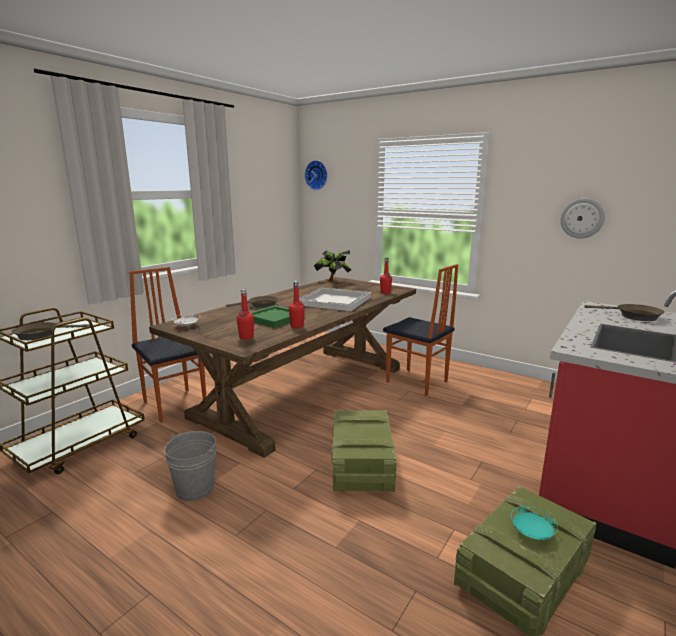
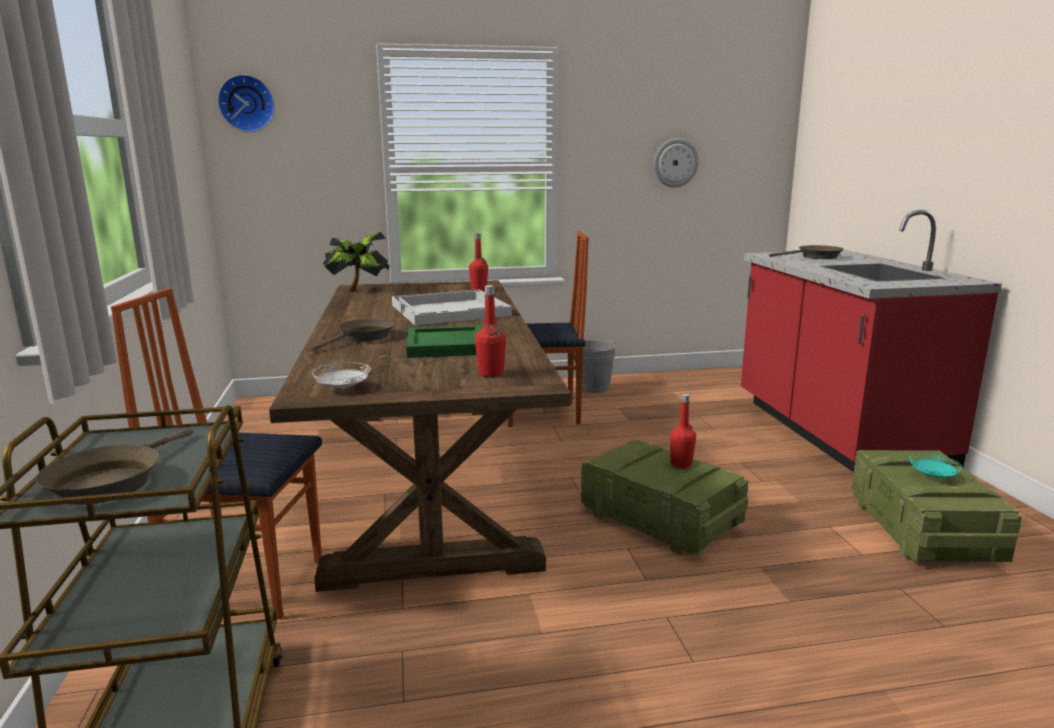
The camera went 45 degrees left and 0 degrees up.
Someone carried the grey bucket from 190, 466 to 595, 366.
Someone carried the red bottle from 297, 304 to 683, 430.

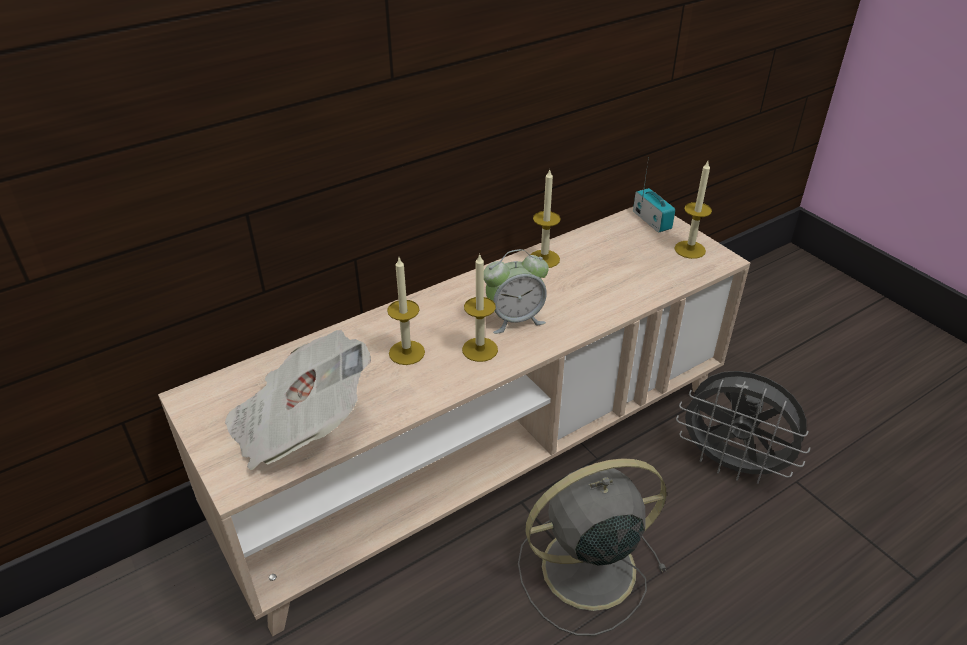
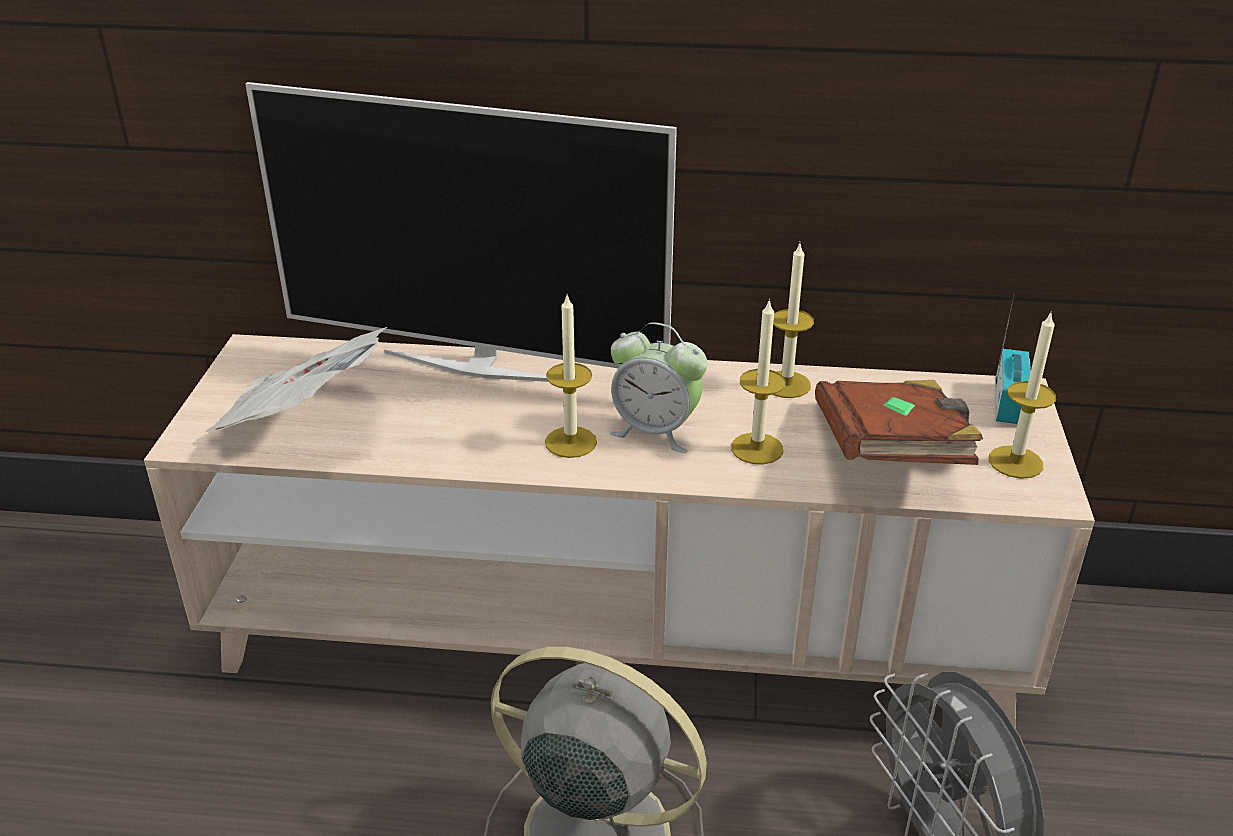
The camera went 40 degrees right and 5 degrees down.
Someone put down the television at 461, 232.
Someone put down the brown book at 899, 422.
Someone carried the candle from 406, 311 to 758, 382.

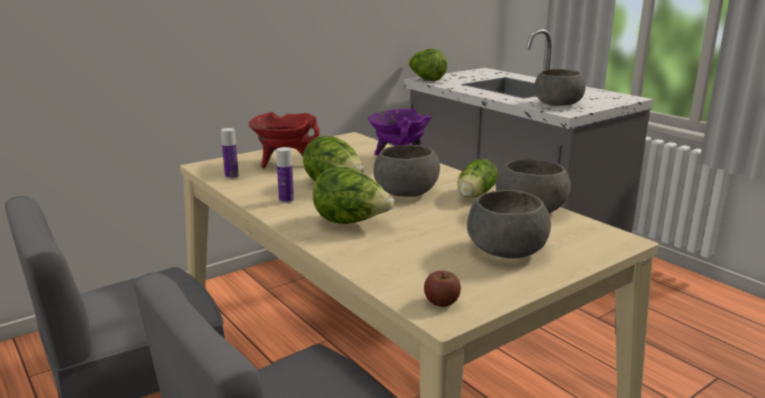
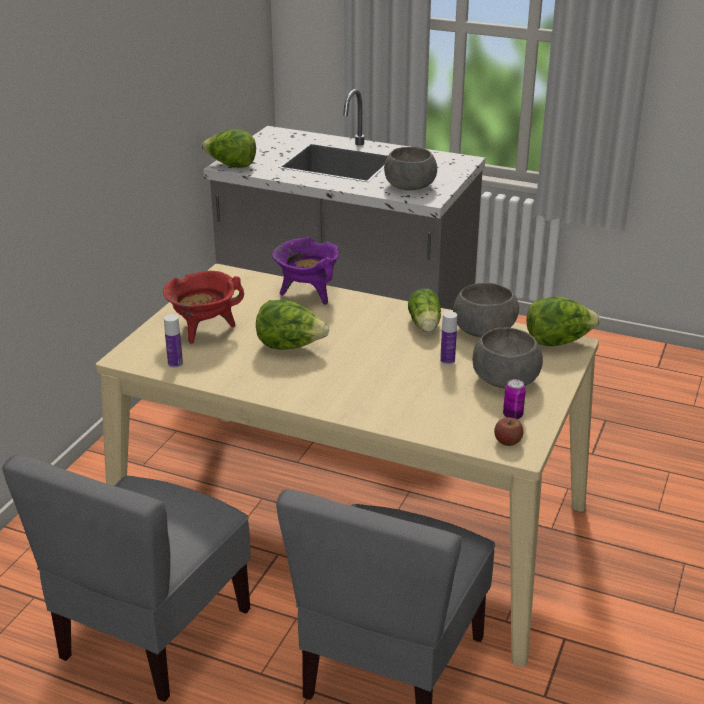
The camera went 30 degrees left and 10 degrees up.
Someone took away the grey bowl at 407, 171.
Someone put down the can at 514, 399.
Someone carried the bottle from 285, 175 to 448, 338.
Someone carried the lettuce from 353, 195 to 563, 321.

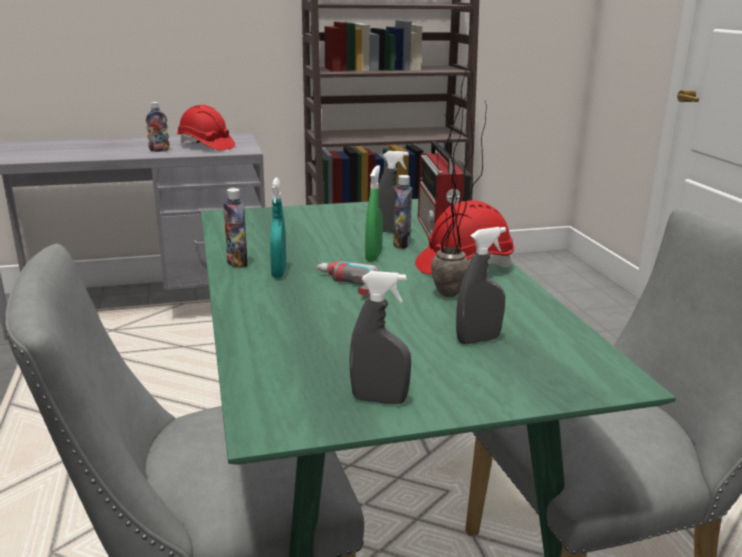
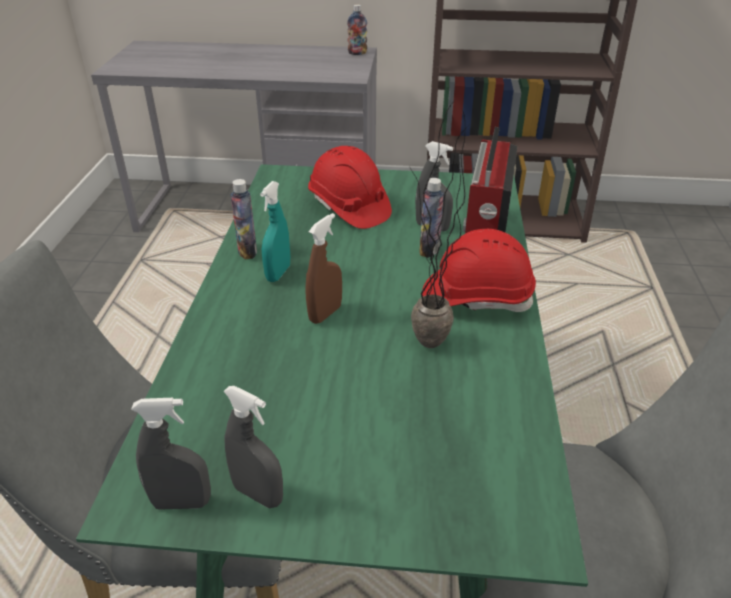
The camera went 20 degrees right and 15 degrees up.
Someone took away the green spray bottle at 374, 213.
Someone carried the bottle from 158, 127 to 357, 29.
Someone carried the red hard hat from 206, 127 to 350, 187.
Someone carried the grey spray bottle from 481, 285 to 171, 454.
Someone swapped the power drill at 347, 280 for the brown spray bottle at 323, 268.

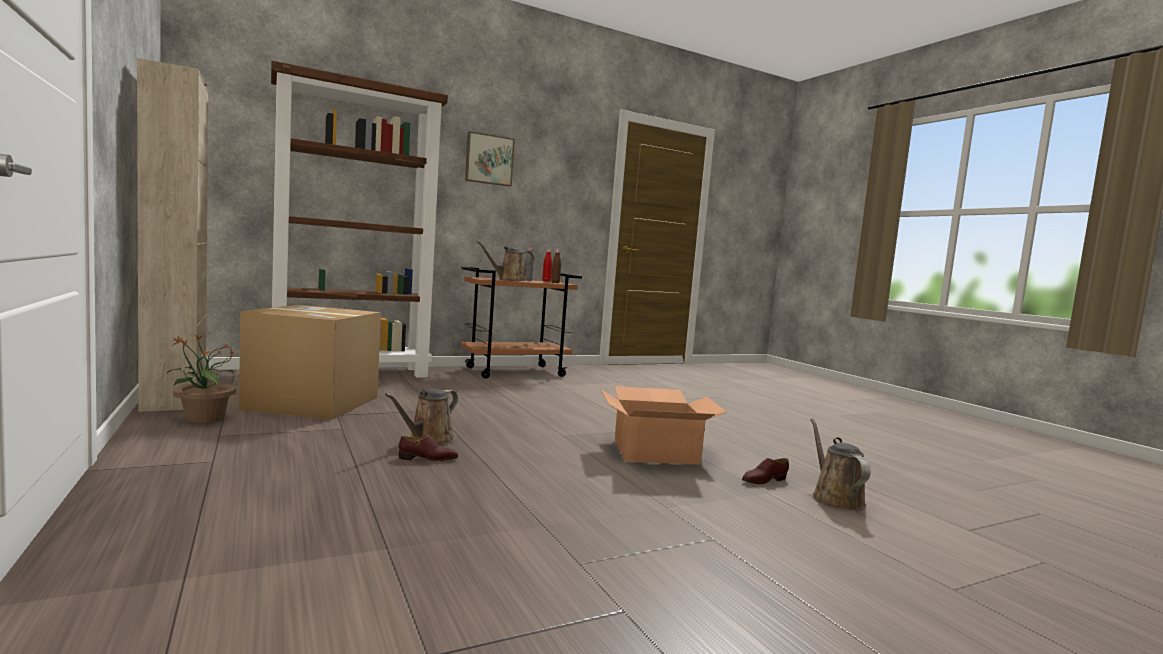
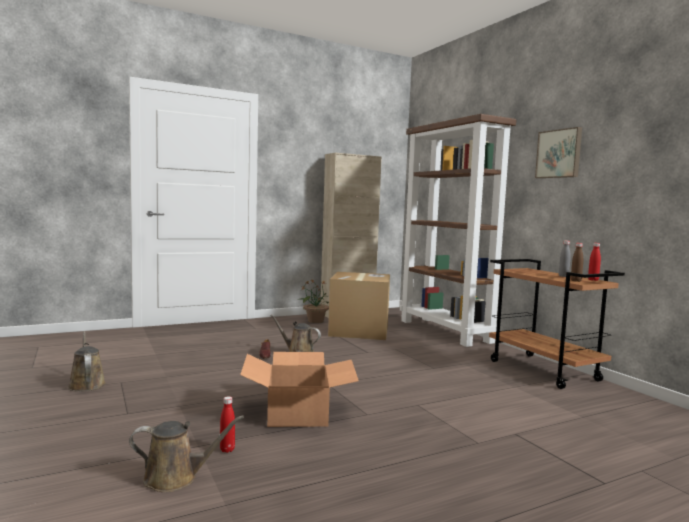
The camera went 90 degrees right and 0 degrees up.
Someone carried the brown watering can from 505, 261 to 86, 361.
Someone swapped the brown shoe at 765, 471 for the red bottle at 227, 424.

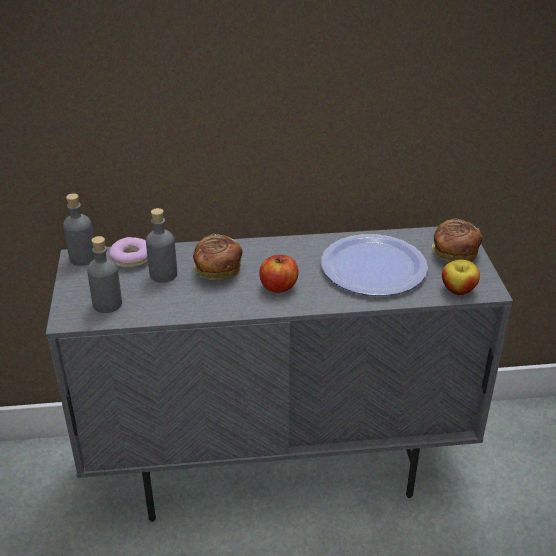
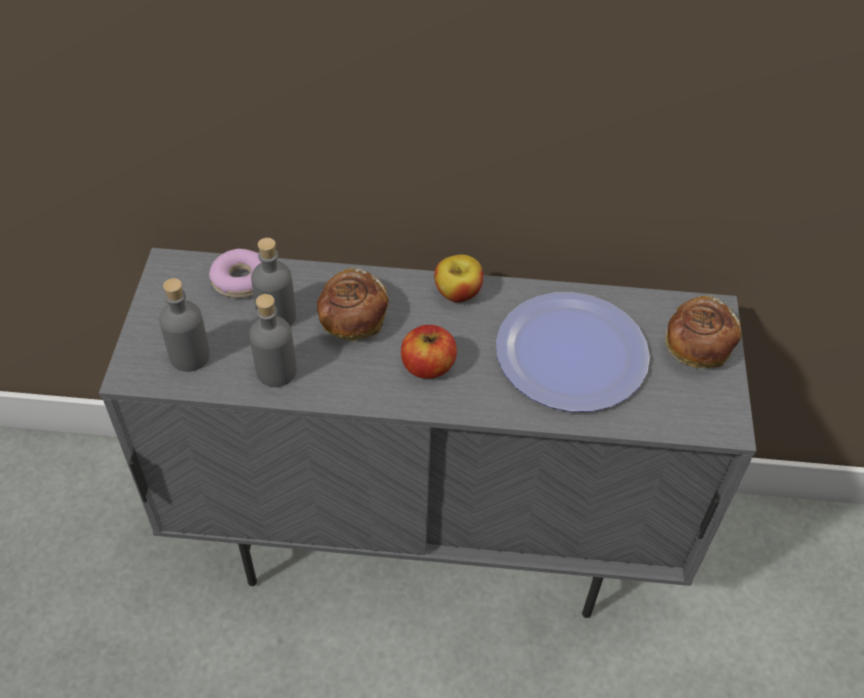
The camera went 10 degrees right and 15 degrees up.
Someone carried the grey bottle from 79, 229 to 273, 340.
Someone carried the apple from 461, 277 to 458, 278.

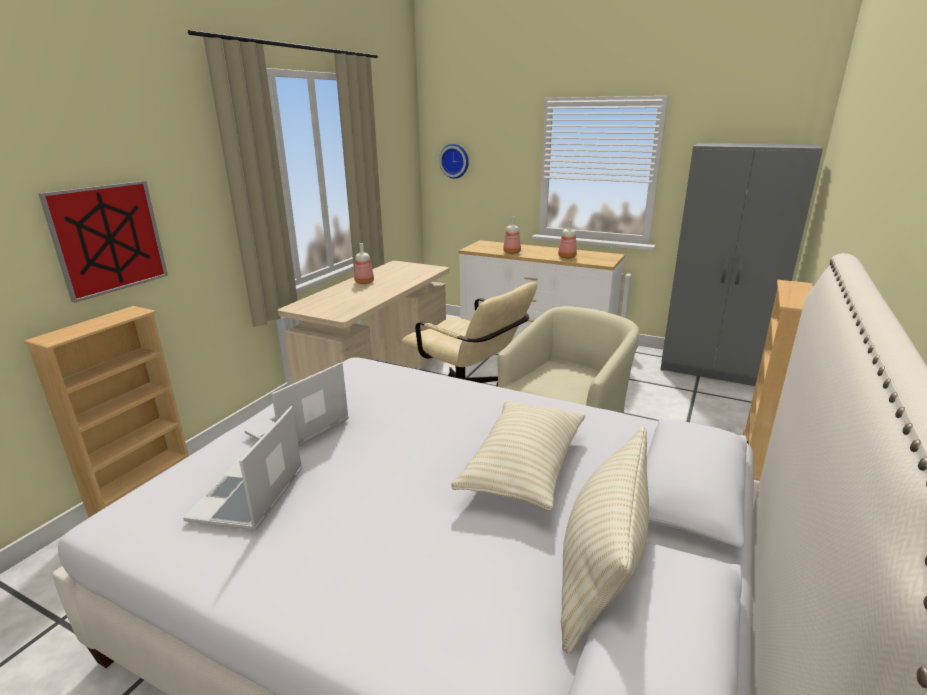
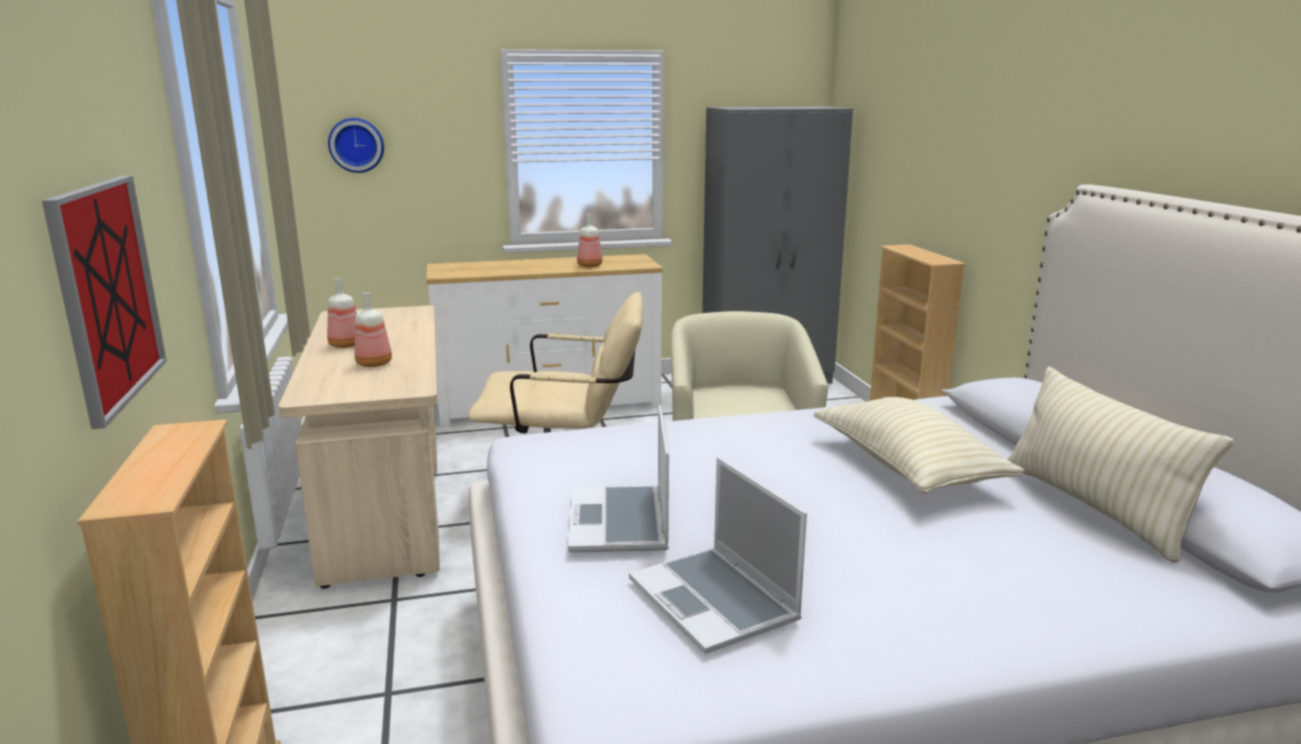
The camera went 40 degrees left and 5 degrees down.
Someone carried the bottle from 512, 235 to 373, 329.

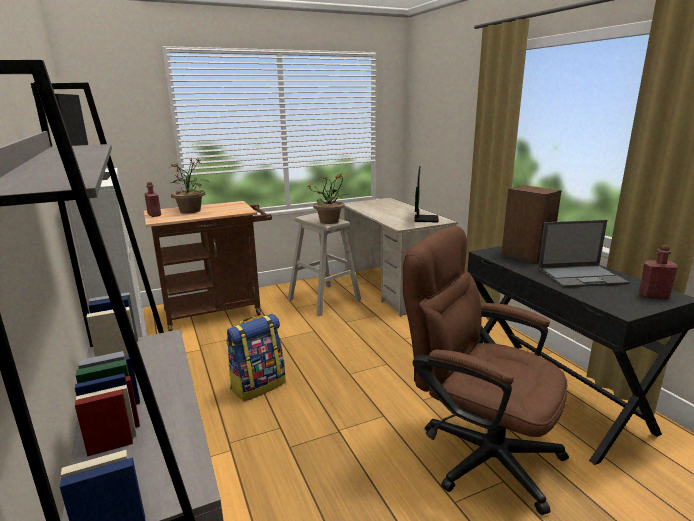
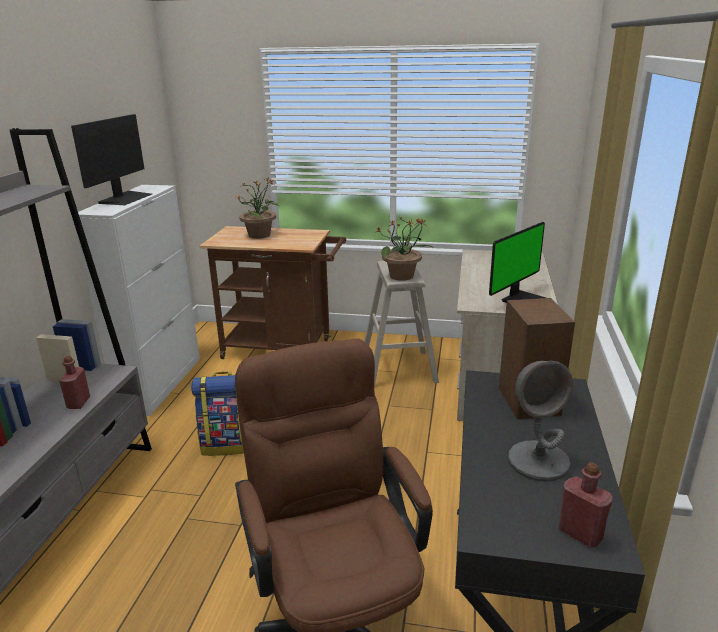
The camera went 35 degrees right and 5 degrees up.
Someone carried the red bottle from 152, 199 to 74, 382.
Someone swapped the laptop at 583, 254 for the grey table lamp at 540, 421.

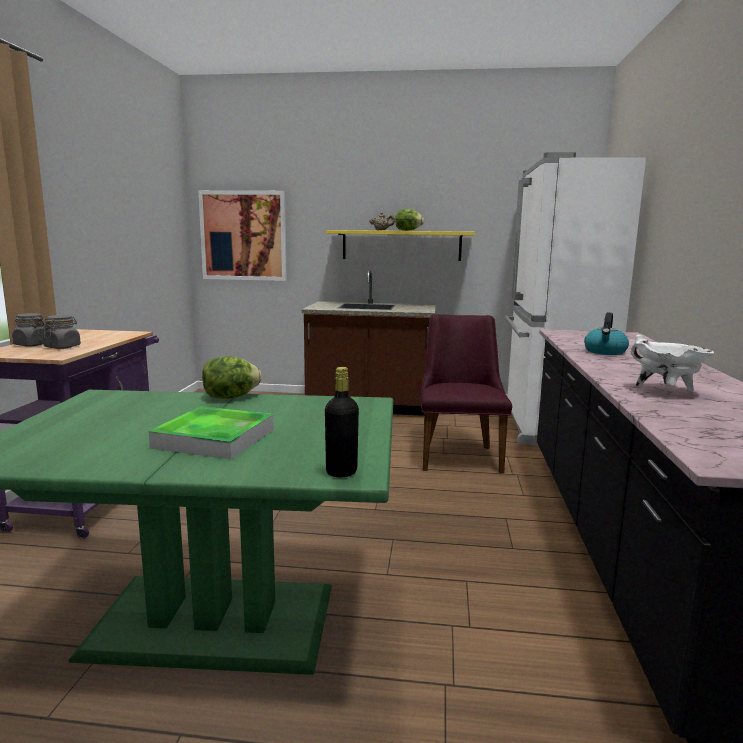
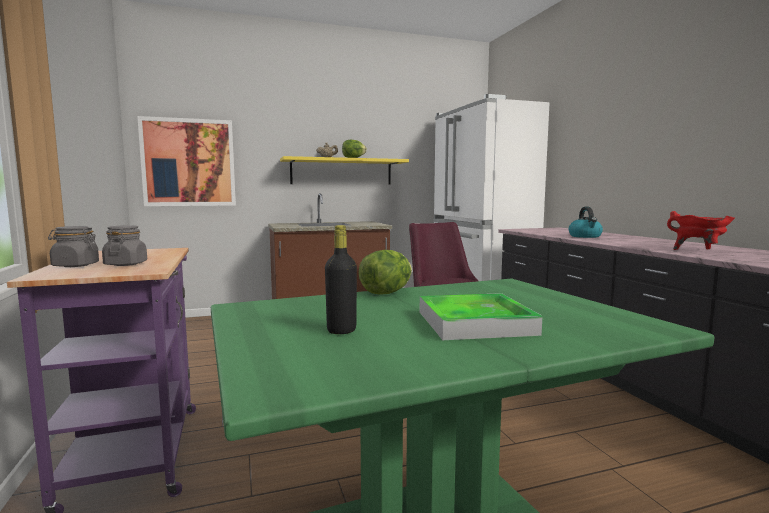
The camera went 25 degrees left and 5 degrees down.
Someone carried the black bottle from 342, 422 to 341, 279.
Someone repainted the white cooking pot at 672, 363, which became the red cooking pot at 701, 230.

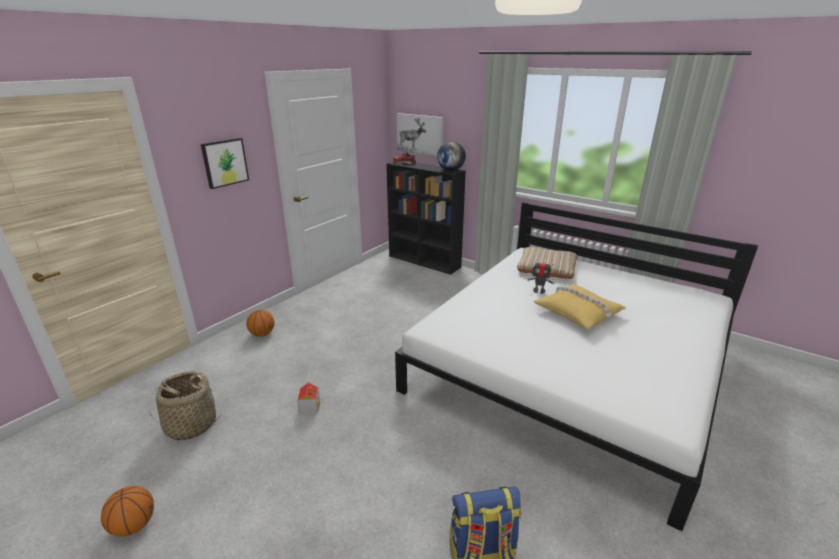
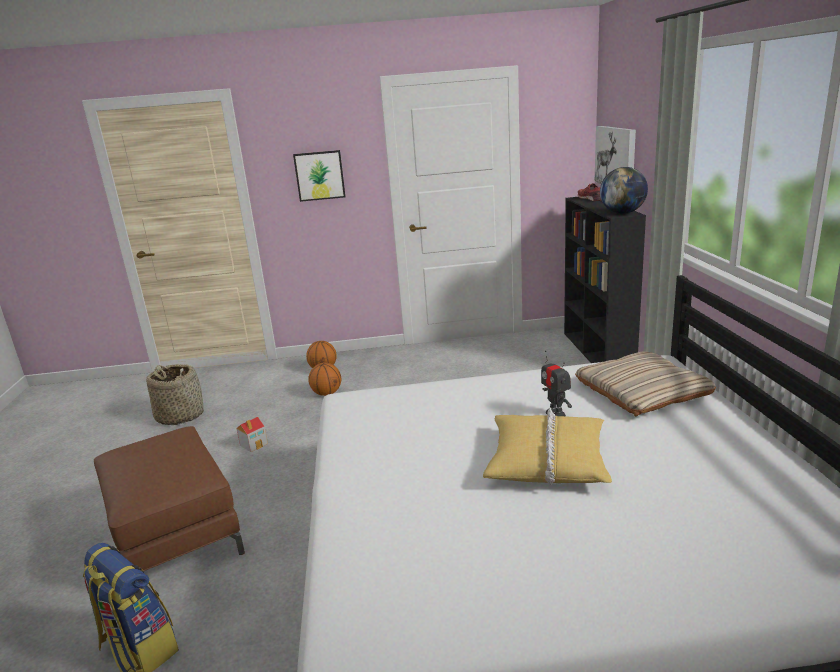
The camera went 50 degrees right and 5 degrees down.
Someone put down the brown ottoman at 169, 498.
Someone carried the basketball from 127, 511 to 324, 379.

